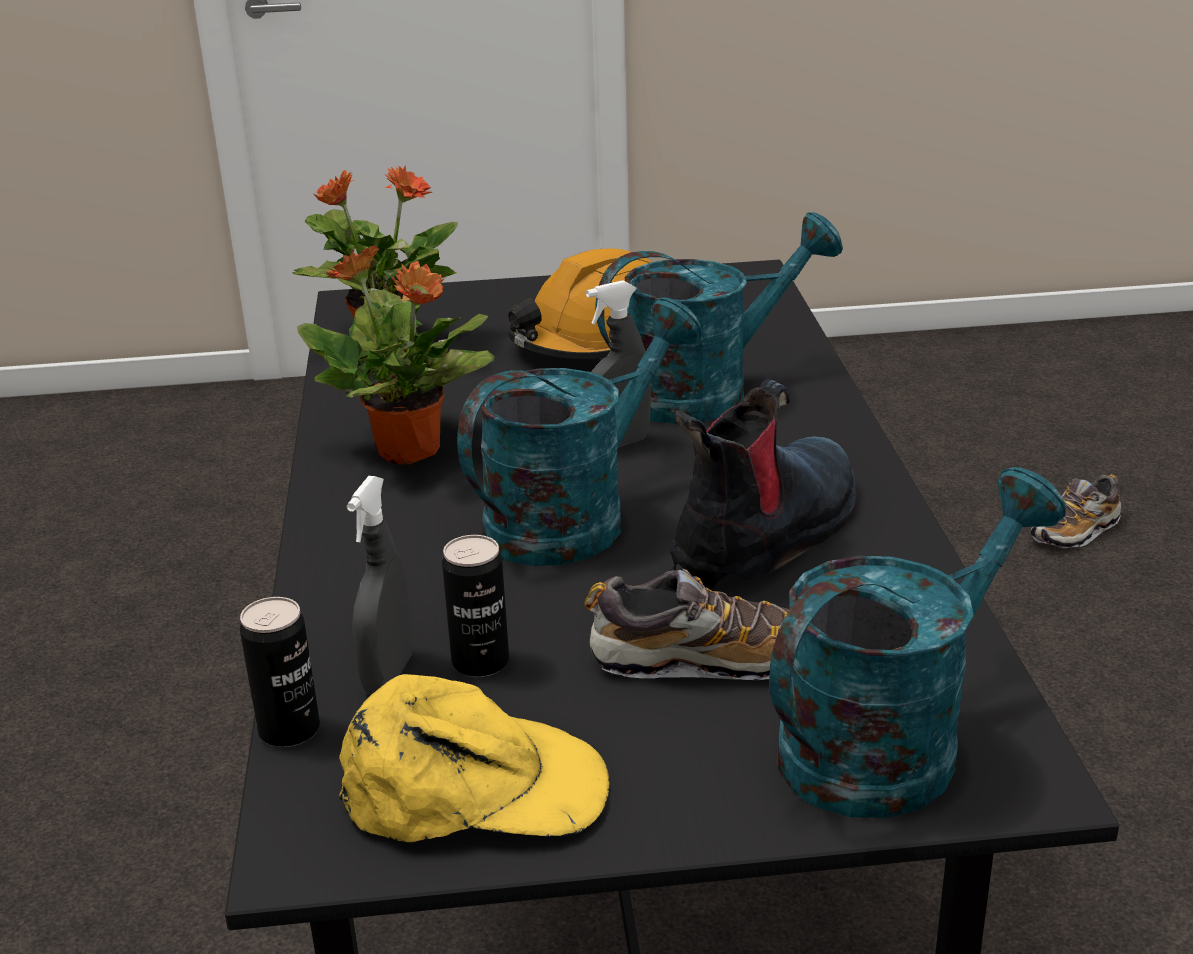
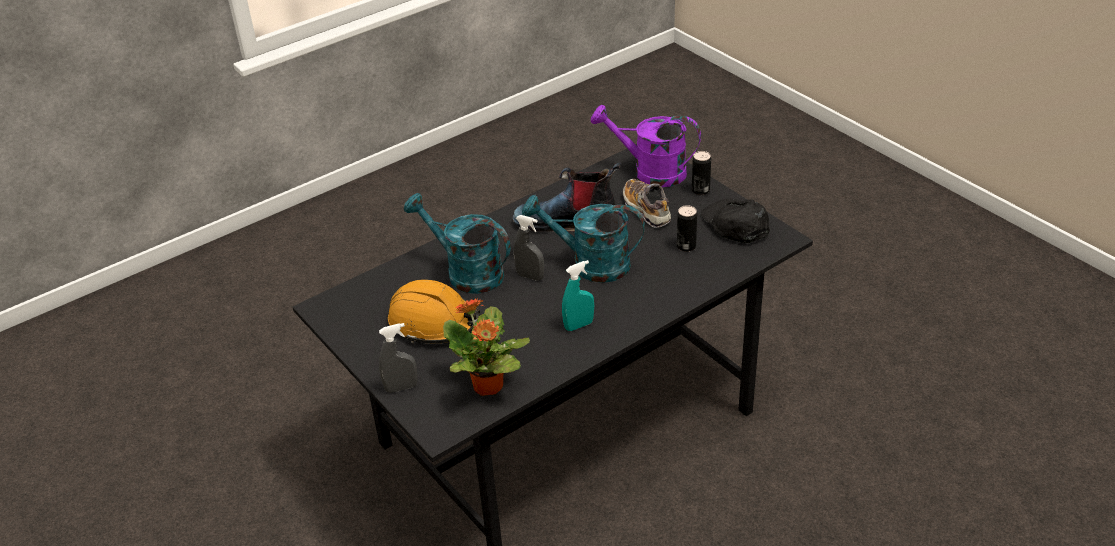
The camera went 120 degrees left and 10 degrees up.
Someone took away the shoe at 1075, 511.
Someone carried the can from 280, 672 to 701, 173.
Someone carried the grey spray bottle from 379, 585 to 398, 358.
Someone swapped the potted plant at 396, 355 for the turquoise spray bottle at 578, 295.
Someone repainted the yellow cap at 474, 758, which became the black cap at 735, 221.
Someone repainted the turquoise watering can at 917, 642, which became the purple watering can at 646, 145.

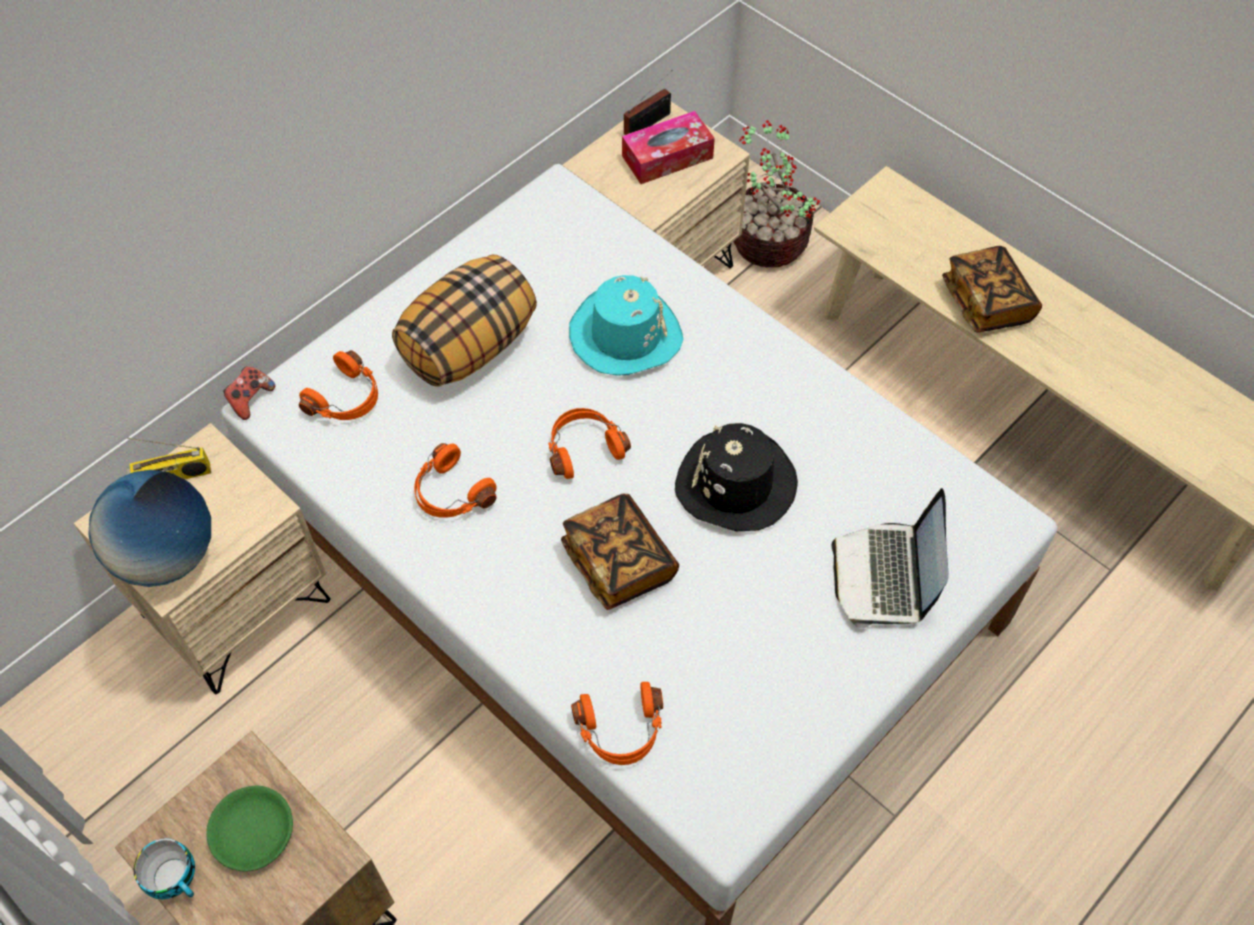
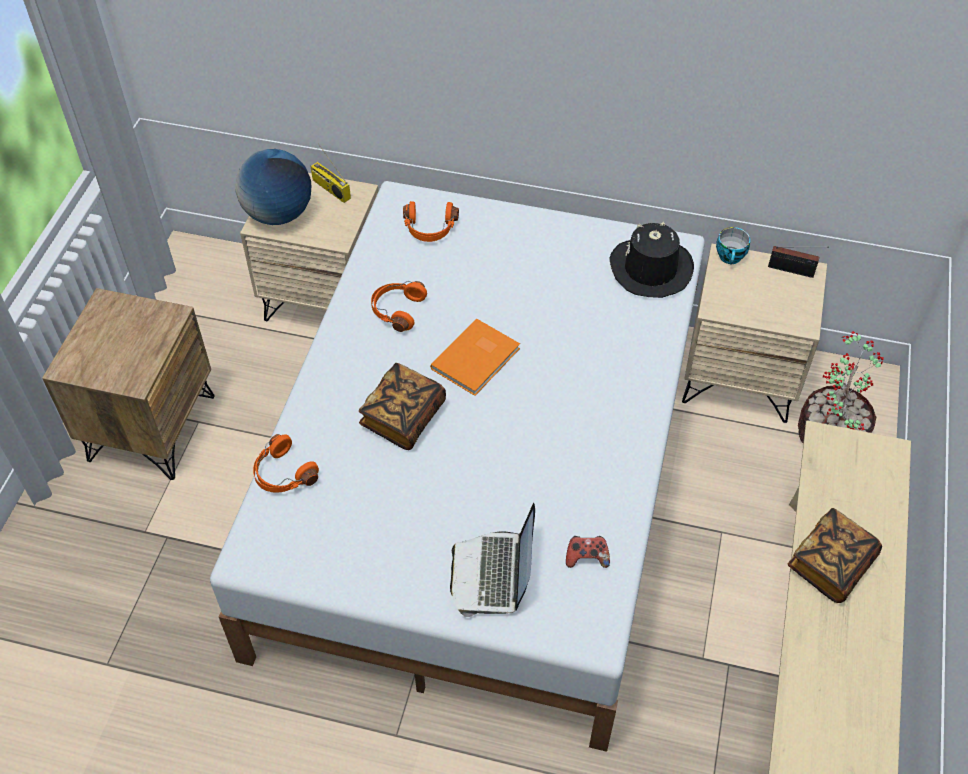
The camera went 60 degrees right and 5 degrees down.
Someone took away the green bowl at 249, 828.
Someone took away the pillow at 464, 321.
Someone took away the turquoise hat at 626, 325.
Someone took away the tissue box at 668, 147.
Someone carried the cup from 164, 868 to 733, 245.
Someone carried the game controller from 249, 393 to 588, 552.
Someone carried the black hat from 736, 477 to 651, 260.
Someone swapped the orange headphones at 589, 443 for the orange book at 475, 357.
Someone rotated the laptop at 890, 558 by 60 degrees counterclockwise.

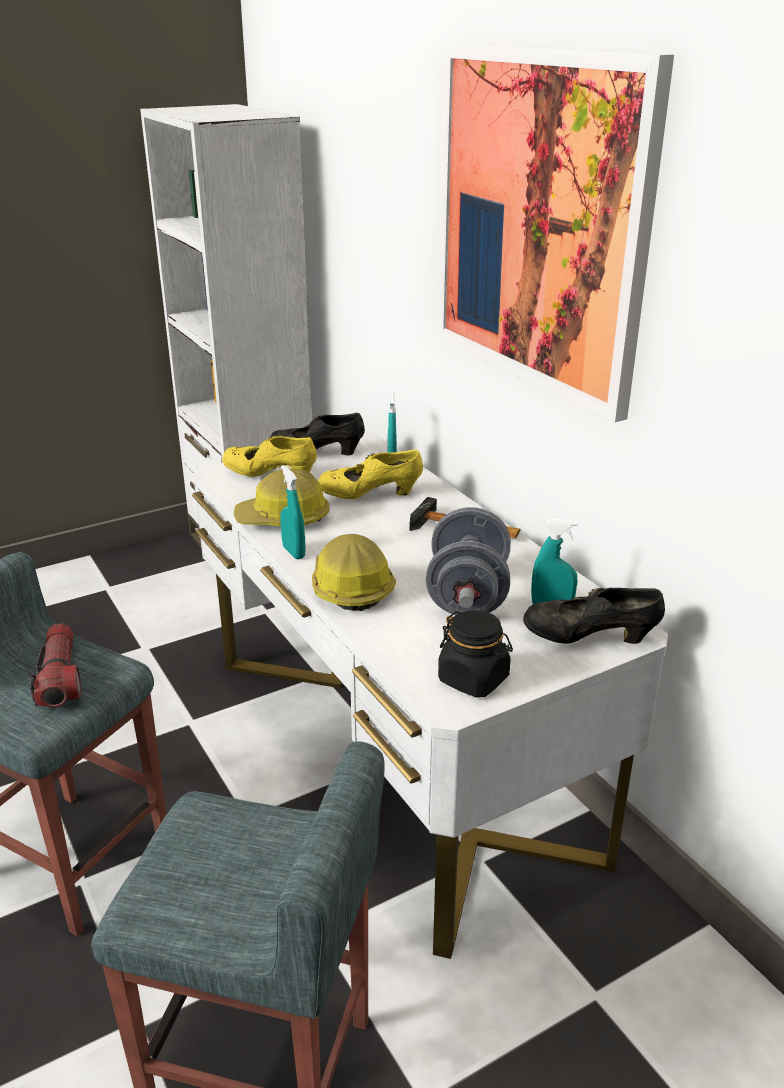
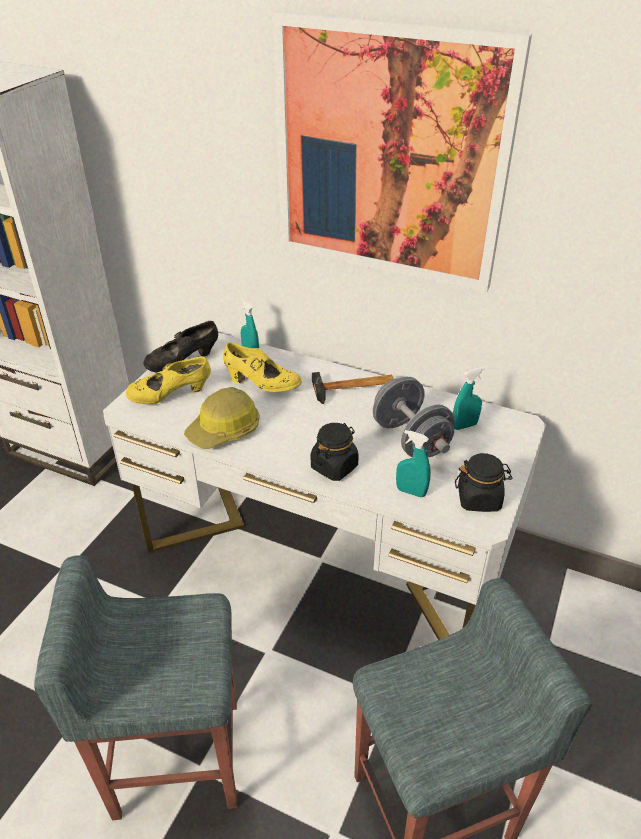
The camera went 35 degrees left and 10 degrees up.
Someone took away the flashlight at 55, 665.
Someone took away the black shoe at 594, 616.
Someone carried the turquoise spray bottle from 292, 512 to 413, 464.
Someone swapped the hard hat at 354, 572 for the black jar at 335, 452.
Someone rotated the yellow shoe at 370, 474 by 120 degrees counterclockwise.

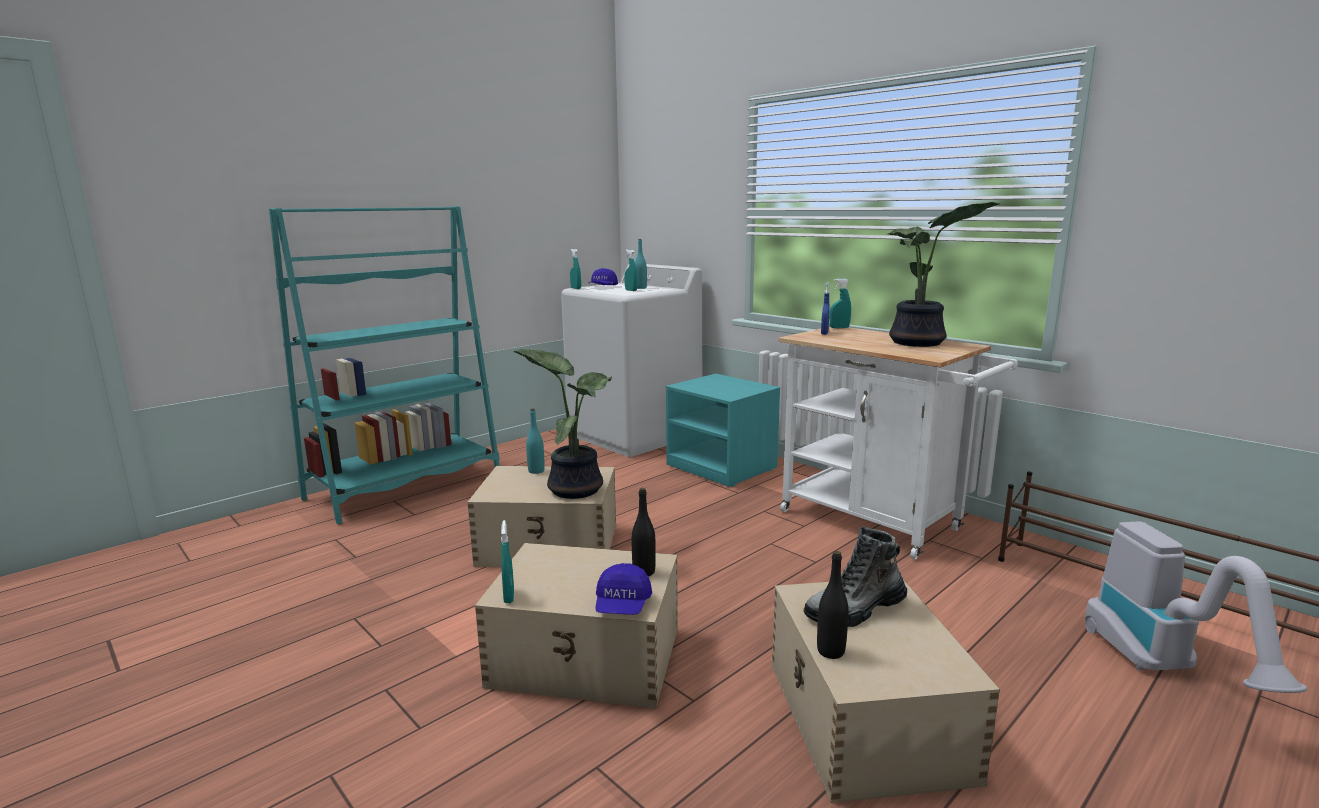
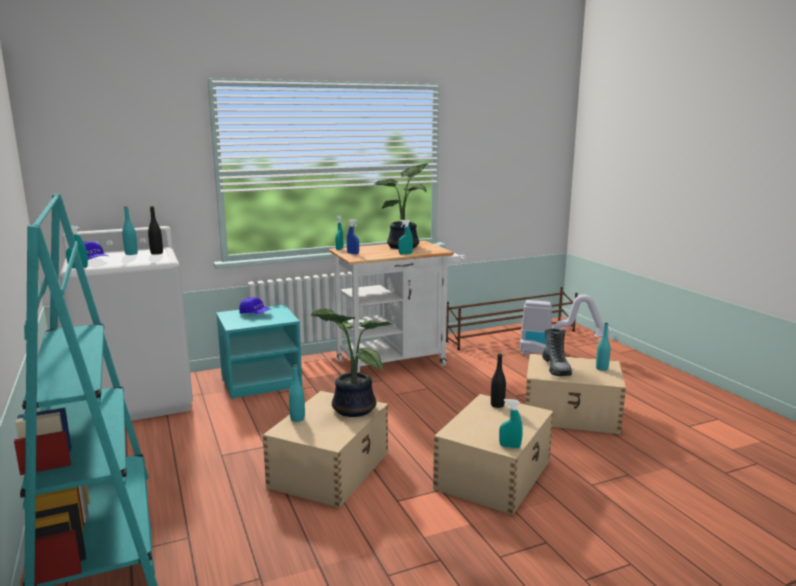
The camera went 70 degrees left and 0 degrees up.
Someone put down the turquoise bottle at 603, 347.
Someone carried the blue cap from 623, 589 to 254, 305.
Someone carried the turquoise spray bottle from 630, 270 to 405, 237.
Someone carried the black bottle from 833, 605 to 155, 230.

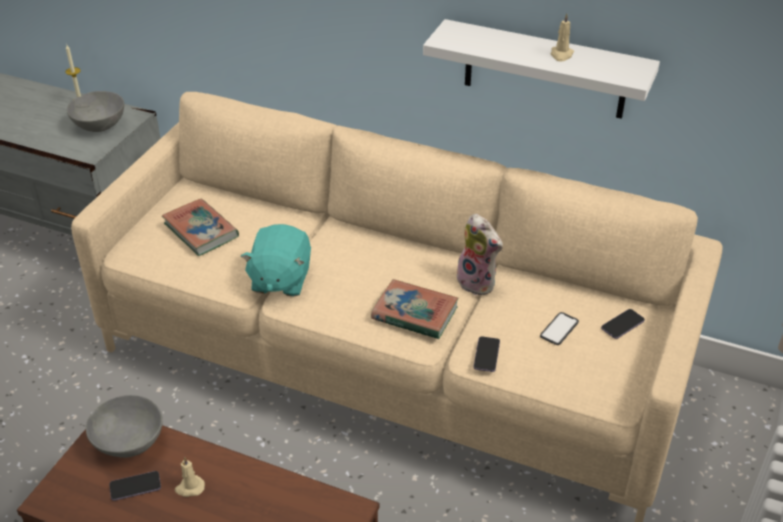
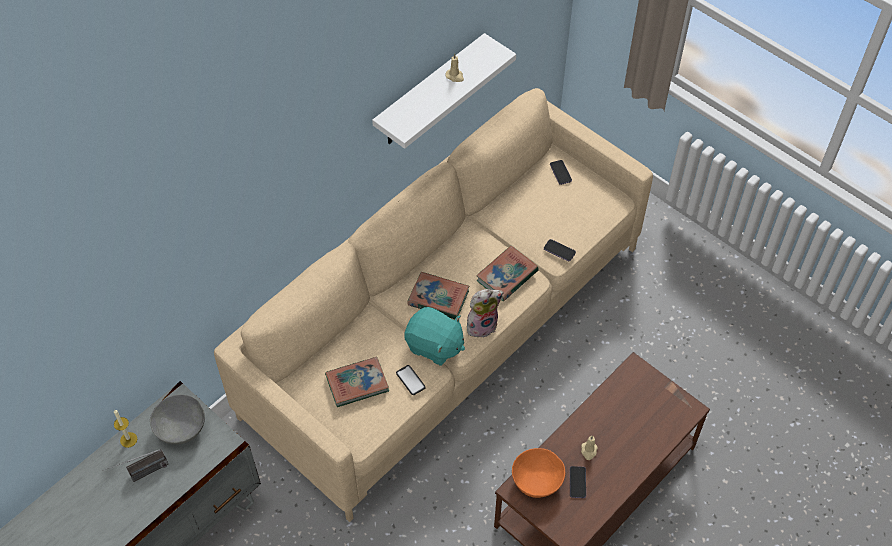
The camera went 70 degrees left and 15 degrees up.
Someone put down the radio at 136, 465.
Someone put down the book at 438, 295.
Someone carried the plush toy from 479, 255 to 485, 313.
Someone carried the phone from 559, 328 to 411, 380.
Someone repainted the grey bowl at 124, 426, which became the orange bowl at 538, 473.

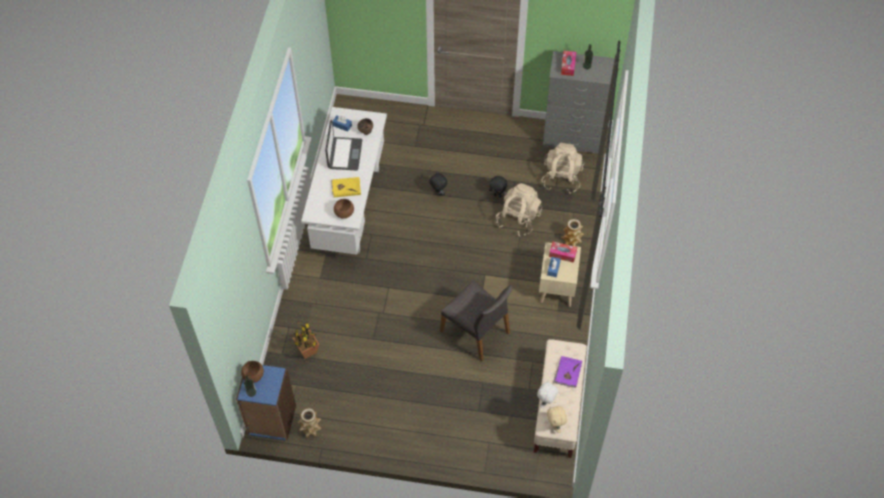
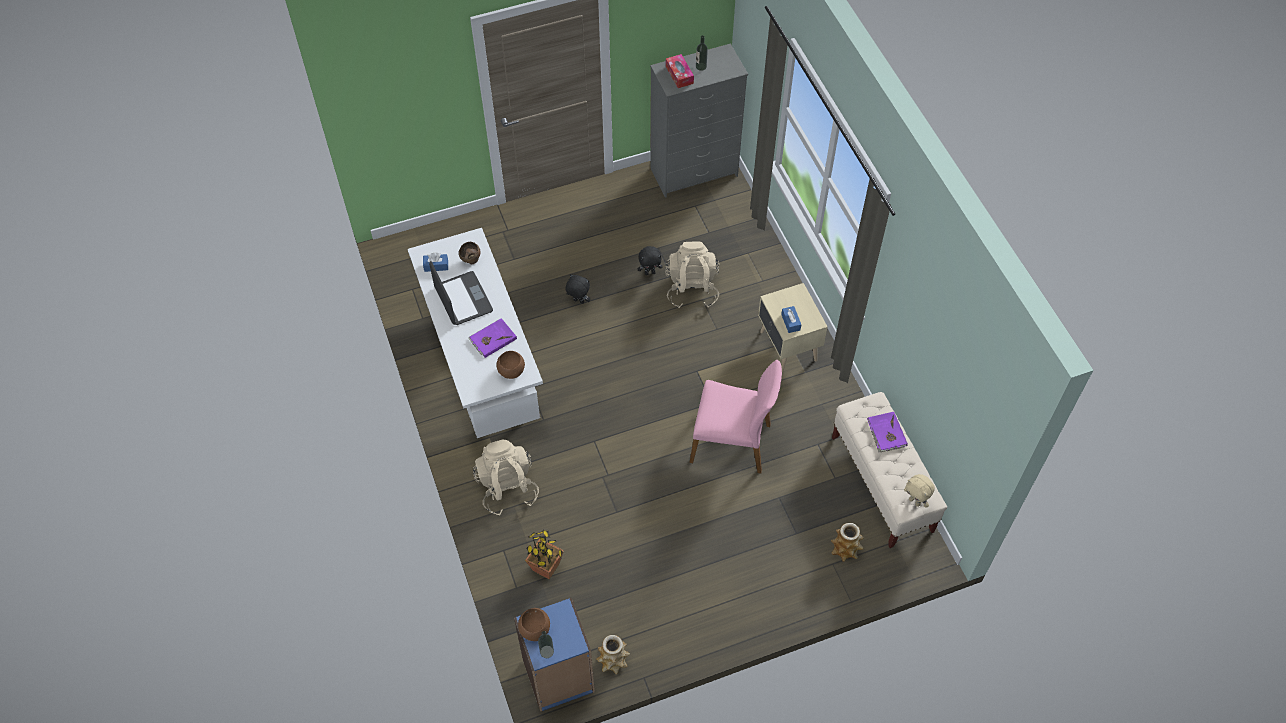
The camera went 30 degrees left and 0 degrees up.
Someone took away the white plush toy at 547, 394.
Someone took away the tissue box at 563, 252.
Someone carried the beige backpack from 563, 168 to 506, 477.
Someone carried the vase from 572, 232 to 847, 542.
Someone repainted the yellow book at 346, 187, which became the purple book at 492, 338.
Someone repainted the grey chair at 476, 320, which became the pink chair at 735, 417.

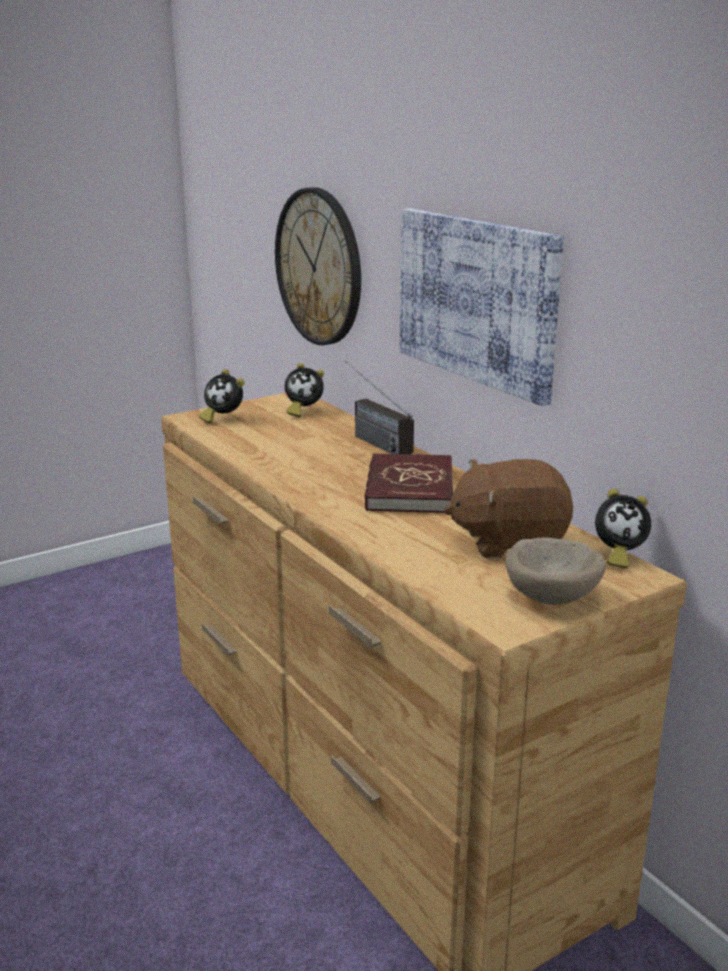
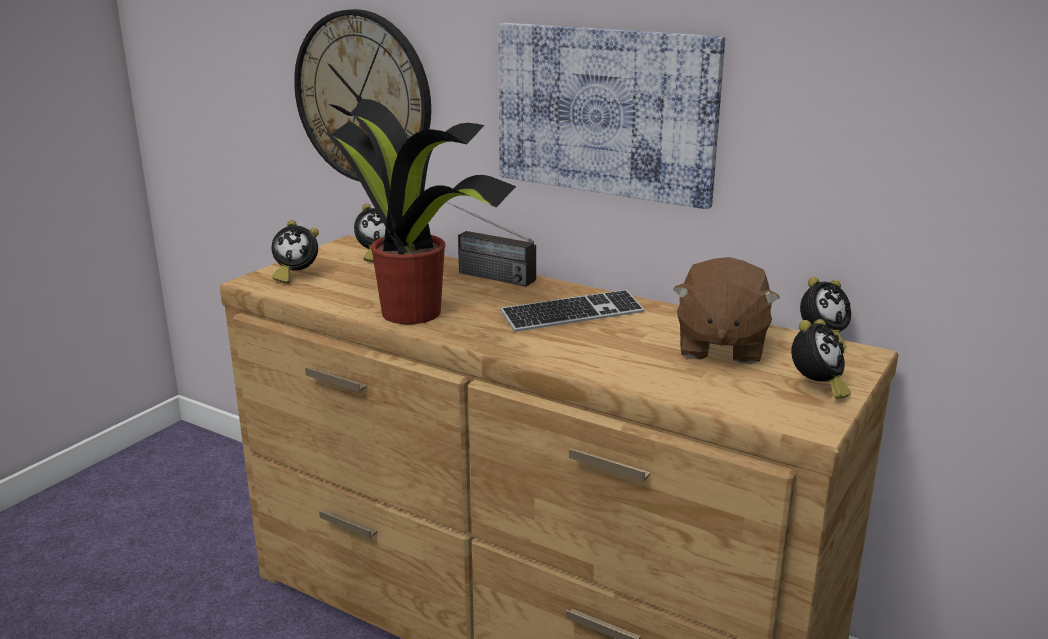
The camera went 25 degrees left and 0 degrees up.
Someone put down the potted plant at 416, 211.
Someone swapped the red book at 409, 483 for the keyboard at 572, 311.
Someone swapped the beige bowl at 555, 571 for the alarm clock at 821, 359.
Someone rotated the brown plush toy at 508, 508 by 45 degrees counterclockwise.

